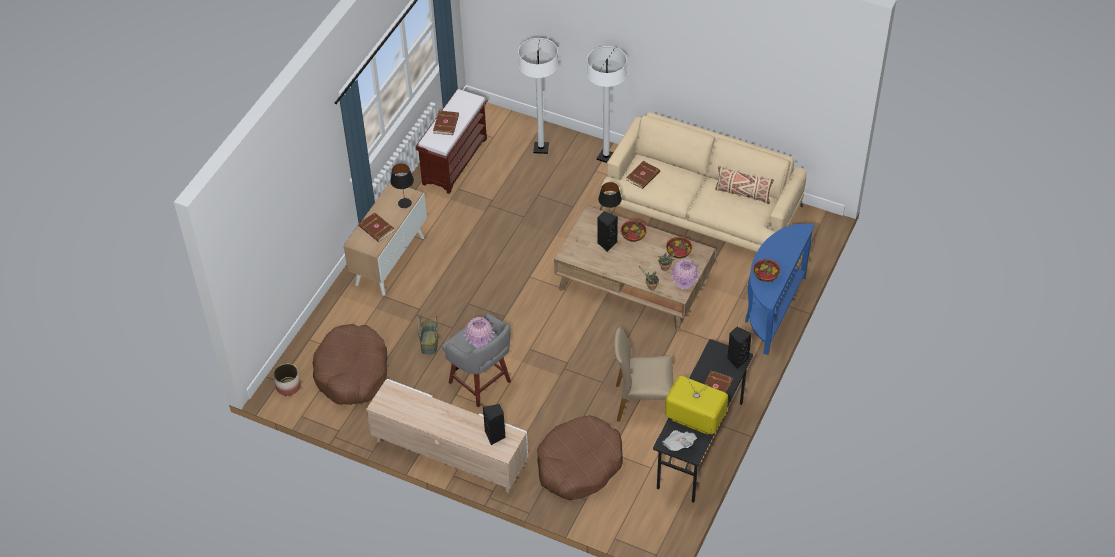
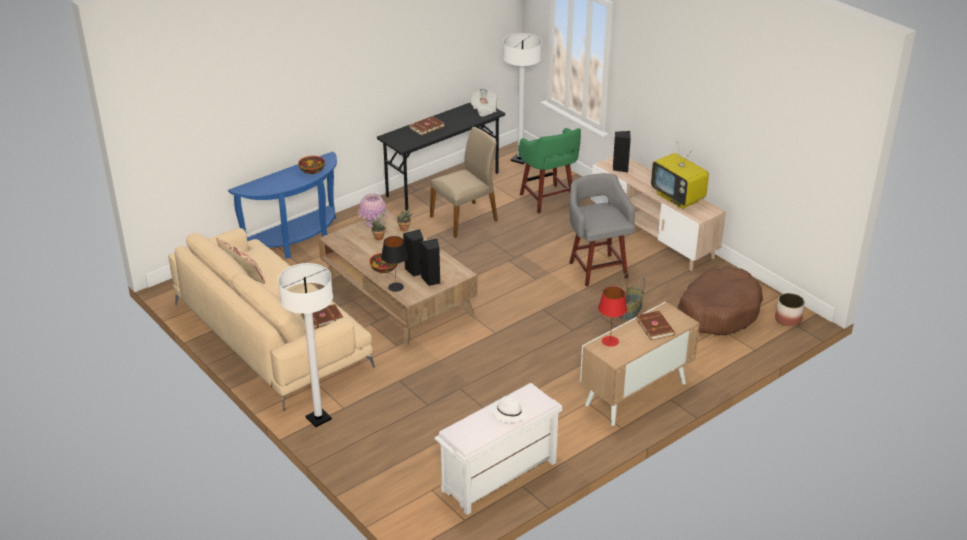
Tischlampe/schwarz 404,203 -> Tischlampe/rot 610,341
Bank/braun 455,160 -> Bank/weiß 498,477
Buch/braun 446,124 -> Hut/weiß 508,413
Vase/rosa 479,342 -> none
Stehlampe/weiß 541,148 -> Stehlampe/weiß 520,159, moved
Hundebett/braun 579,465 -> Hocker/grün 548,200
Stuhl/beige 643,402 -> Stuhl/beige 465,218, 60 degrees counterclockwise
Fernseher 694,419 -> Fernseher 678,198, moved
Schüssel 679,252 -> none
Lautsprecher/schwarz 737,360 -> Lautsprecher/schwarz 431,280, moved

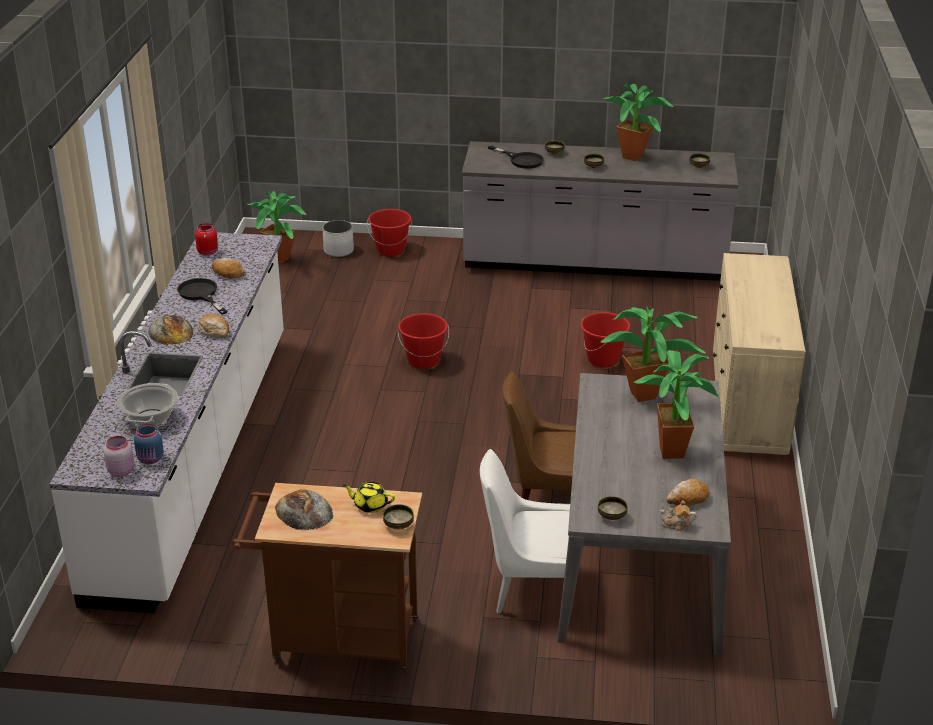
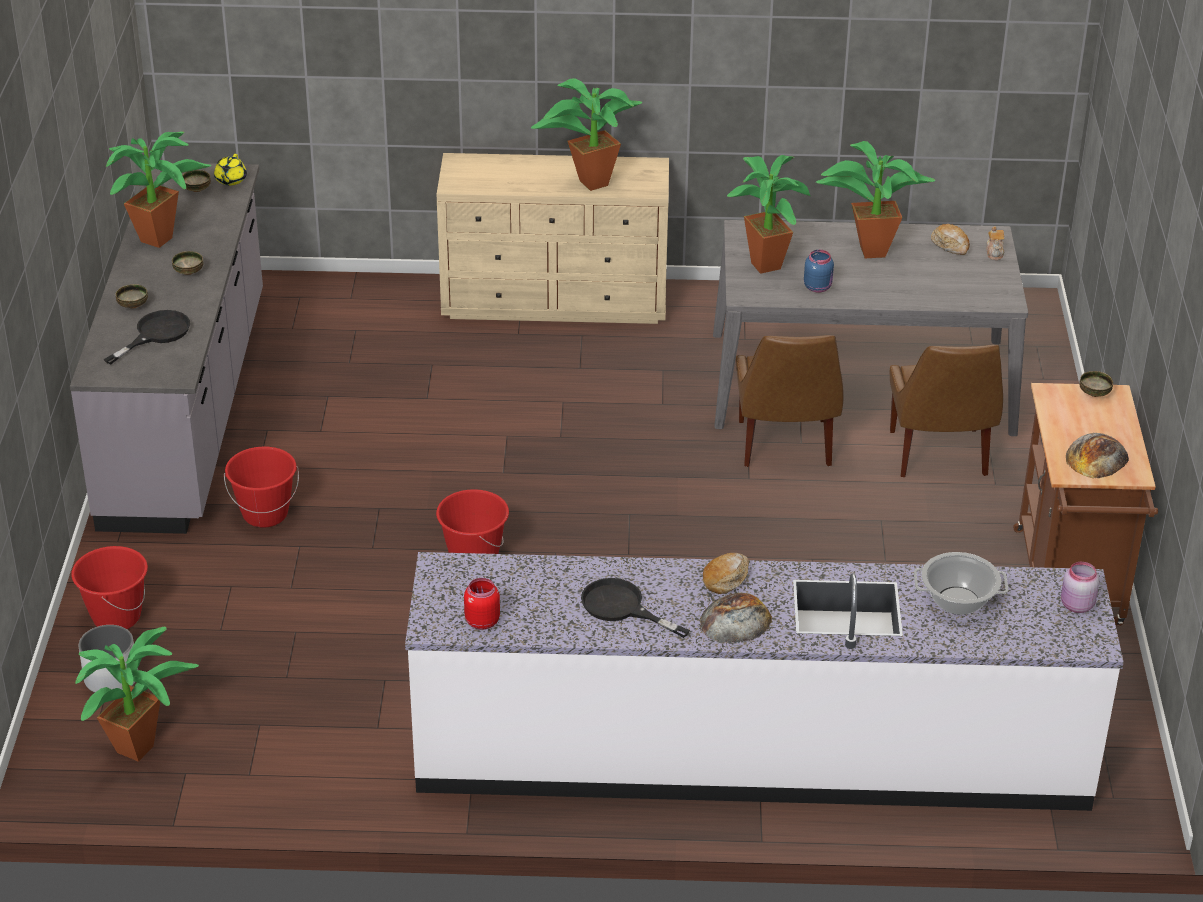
Vorratsglas/blau 151,459 -> Vorratsglas/blau 818,287, moved
Pfanne/schwarz 201,294 -> Pfanne/schwarz 621,607, 75 degrees clockwise
Brot 228,273 -> none
Teekanne/gelb 370,505 -> Teekanne/gelb 230,180, moved
Stuhl/weiß 528,587 -> Stuhl/braun 939,456
Eimer/rot 603,359 -> Eimer/rot 265,514, moved
Schüssel 611,517 -> none
none -> Topfpflanze 587,183

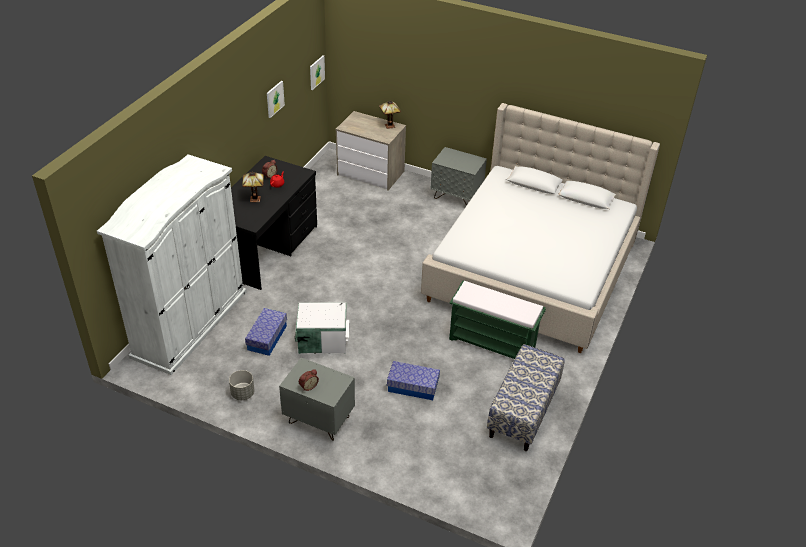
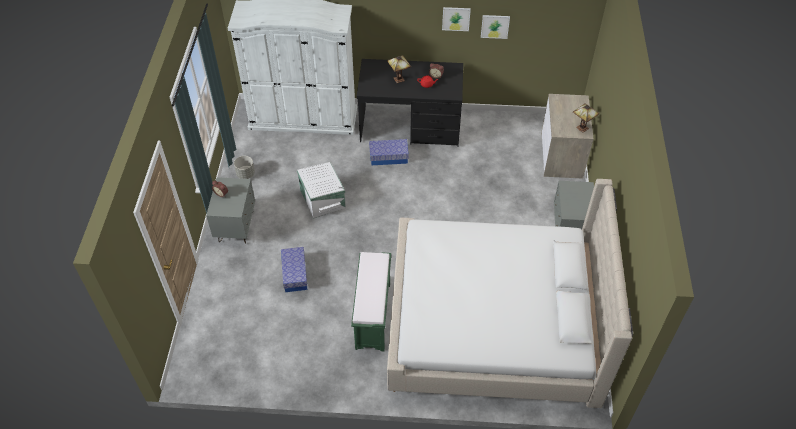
Aufbewahrungsbox 267,338 -> Aufbewahrungsbox 389,157, moved
Bild 316,72 -> Bild 456,18, moved
Bank 523,412 -> none

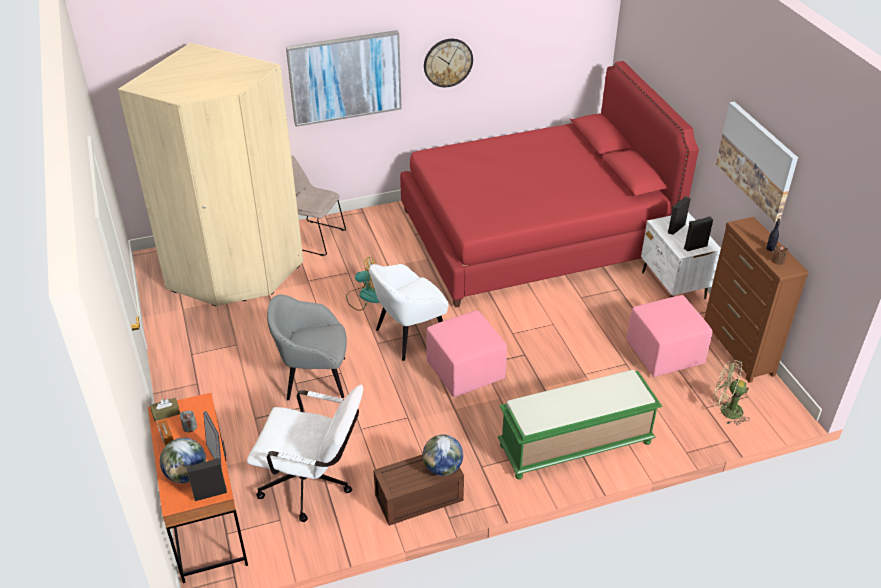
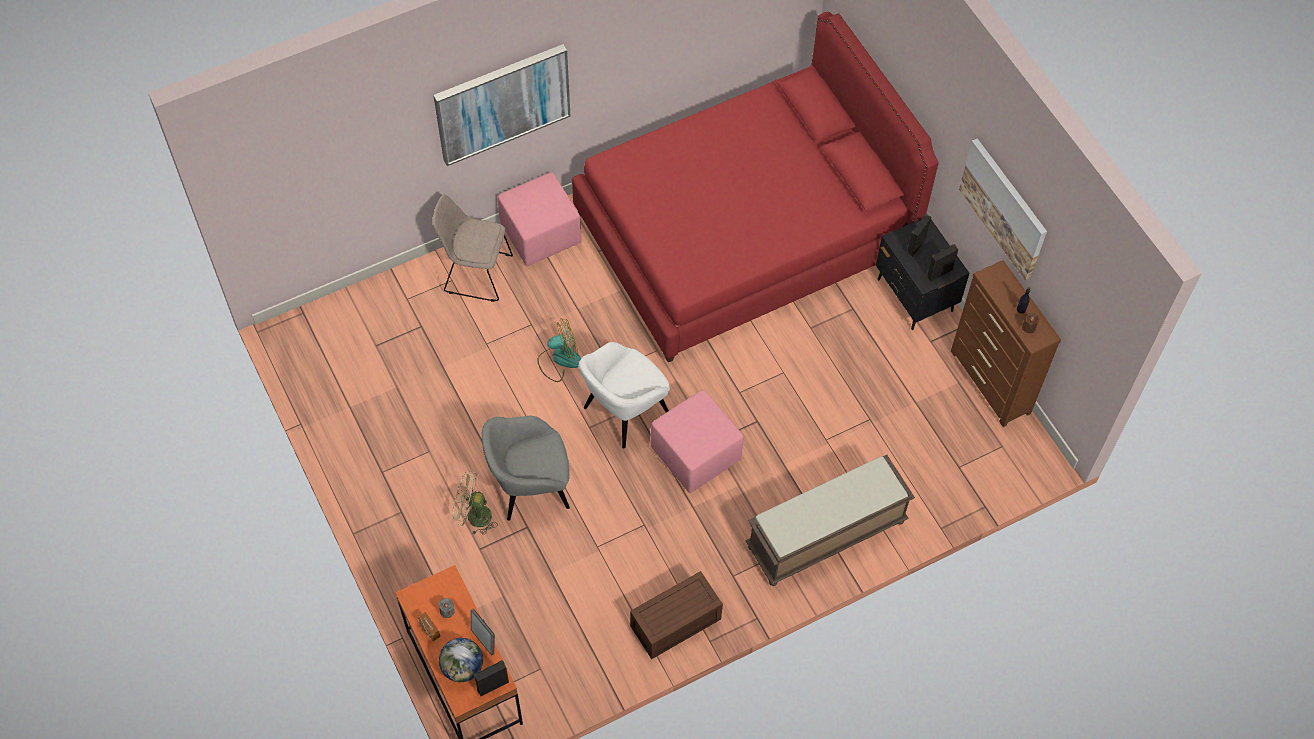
Kleiderschrank/beige 235,273 -> none
Taschentuchbox/braun 166,413 -> none
Bürostuhl/weiß 313,485 -> none
Globus 442,468 -> none
Wanduhr 448,62 -> none
Bank/grün 575,445 -> Bank/braun 825,535
Polsterhocker/rosa 663,354 -> Polsterhocker/rosa 540,235, moved
Nachttisch/weiß 673,286 -> Nachttisch/schwarz 914,296
Ventilator/grün 726,410 -> Ventilator/grün 473,516, moved

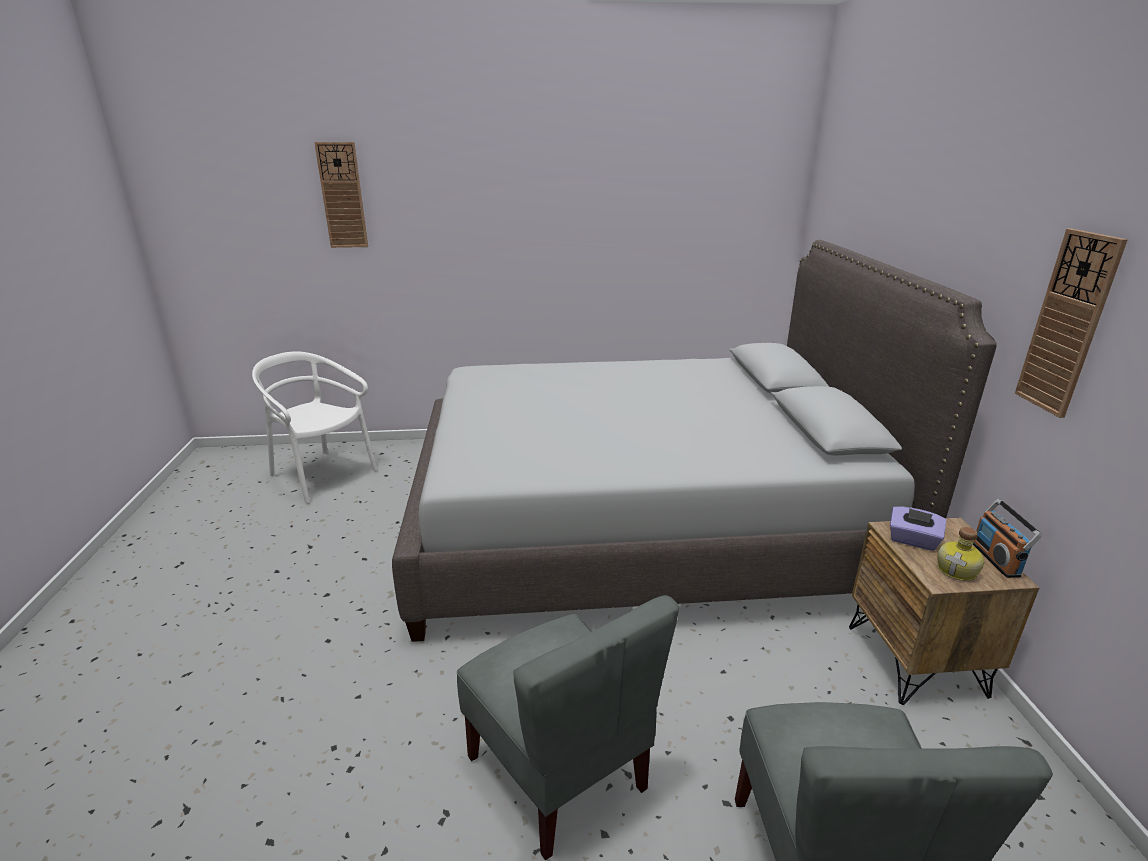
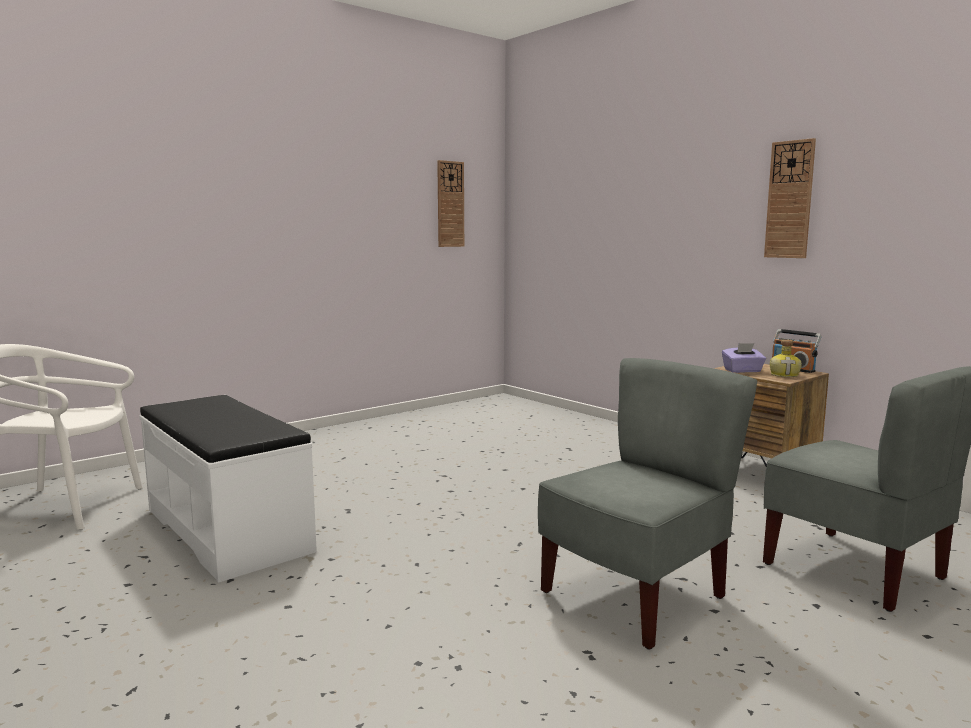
Wanduhr 342,196 -> Wanduhr 450,204, moved
Bett/grau 639,526 -> none
Stuhl/grau 559,772 -> Stuhl/grau 636,596, 60 degrees counterclockwise
none -> Bank/weiß 228,529

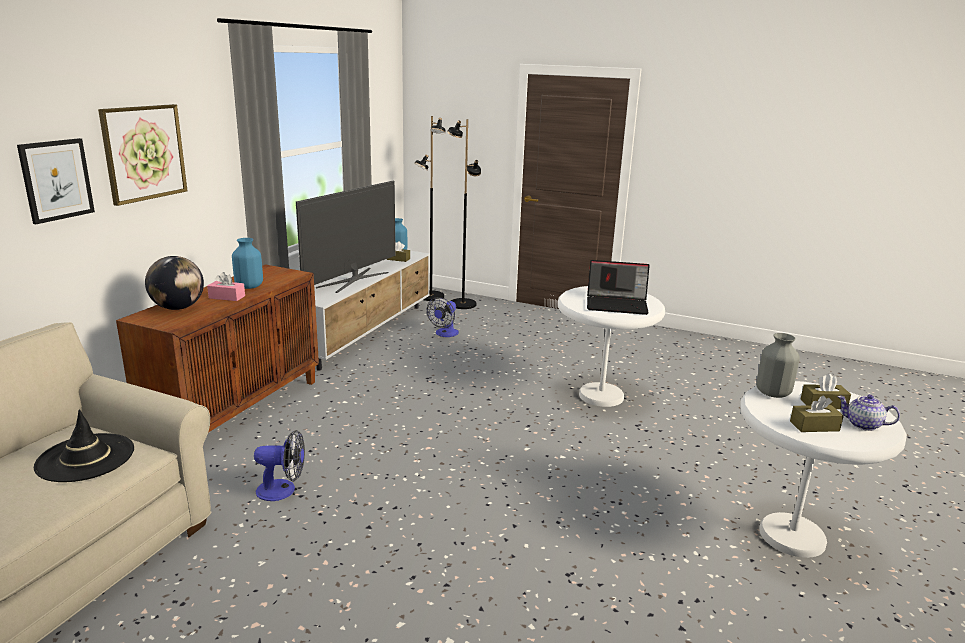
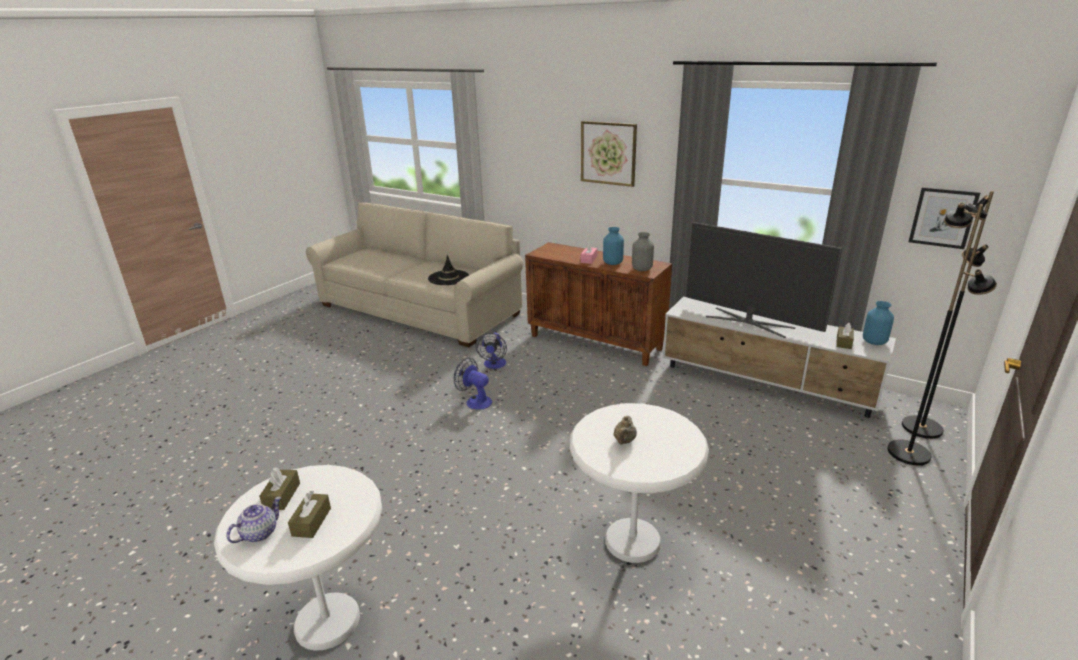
Bild 56,180 -> Bild 943,217, moved
Globus 178,308 -> none
Ventilator 445,334 -> Ventilator 475,401, moved
Laptop 617,304 -> Teekanne/beige 624,441
Vase/grau 772,393 -> Vase/grau 642,269, moved

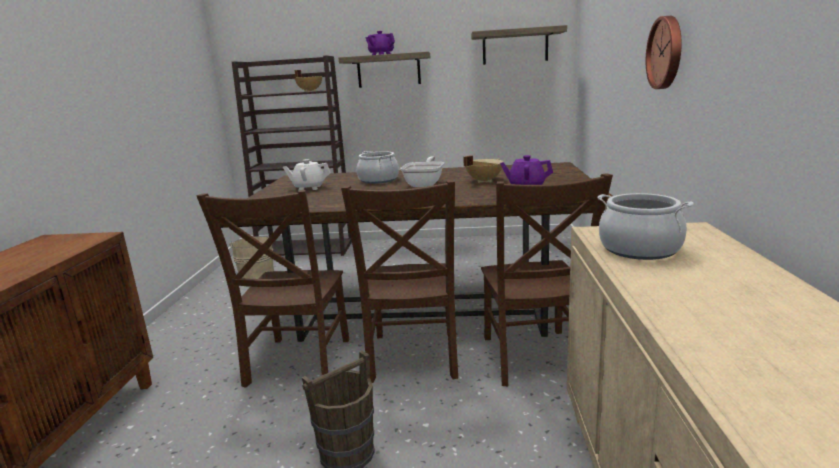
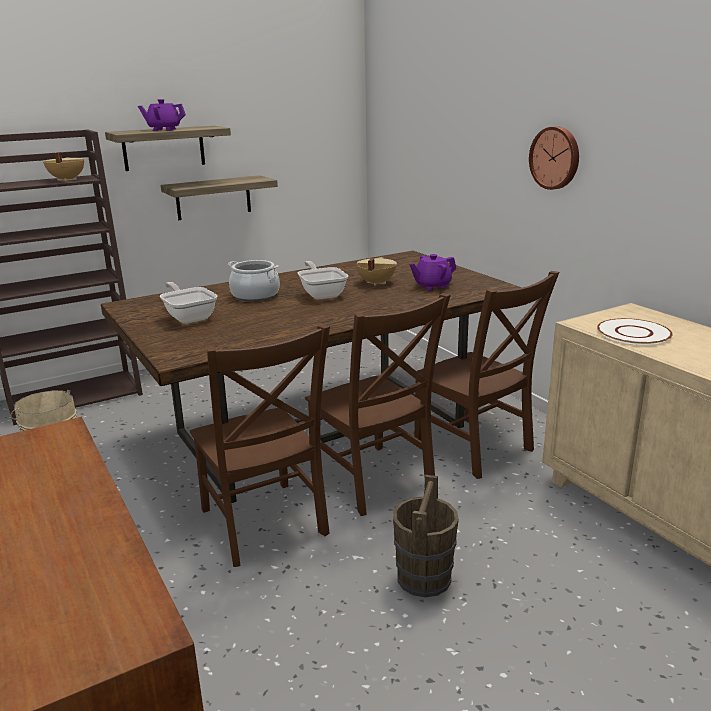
Teekanne/weiß 309,188 -> Pfanne 189,317
Wandregal 515,47 -> Wandregal 213,197, moved
Kochtopf 639,249 -> Teller/weiß 633,333

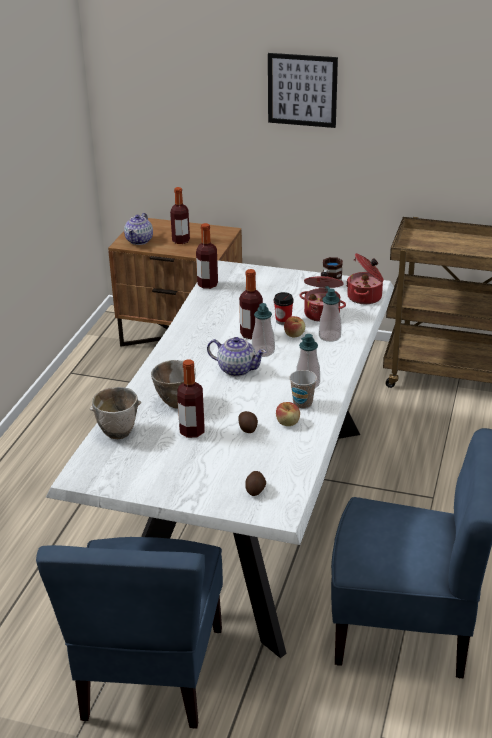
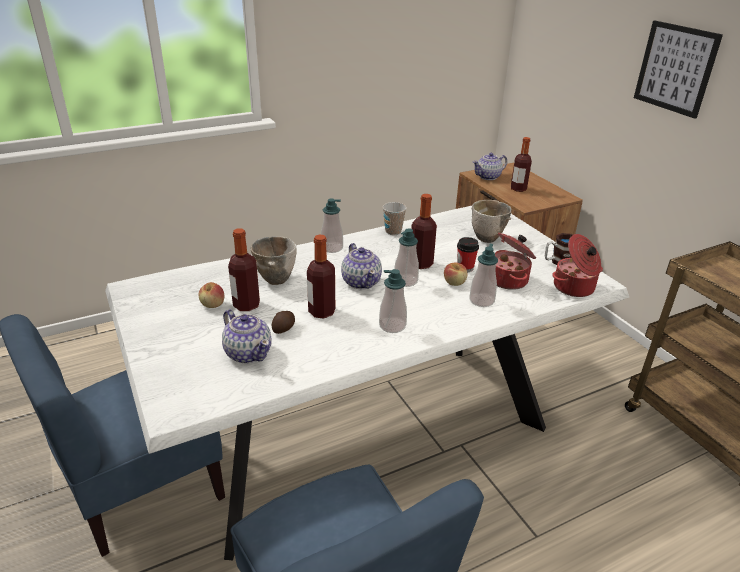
Schüssel 120,433 -> Schüssel 488,239, moved
Flasche 207,284 -> Flasche 321,312, moved
Kartoffel 256,489 -> none
Apfel 288,422 -> Apfel 213,304, moved
Tasse 302,403 -> Tasse 393,231, moved
none -> Teekanne 248,353
none -> Seifenspender 331,248

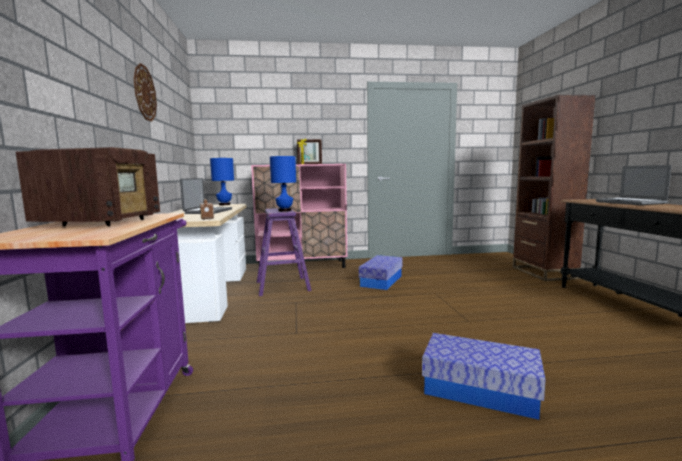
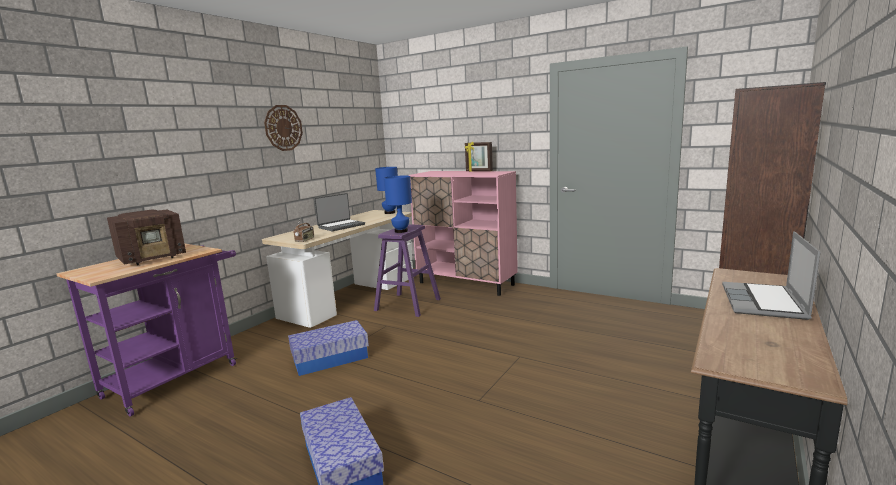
Aufbewahrungsbox 381,281 -> Aufbewahrungsbox 330,358, moved

